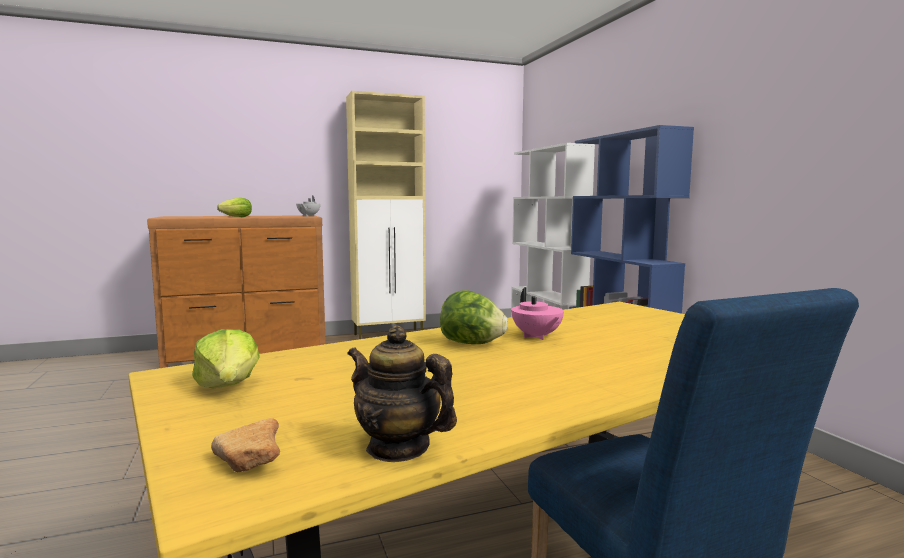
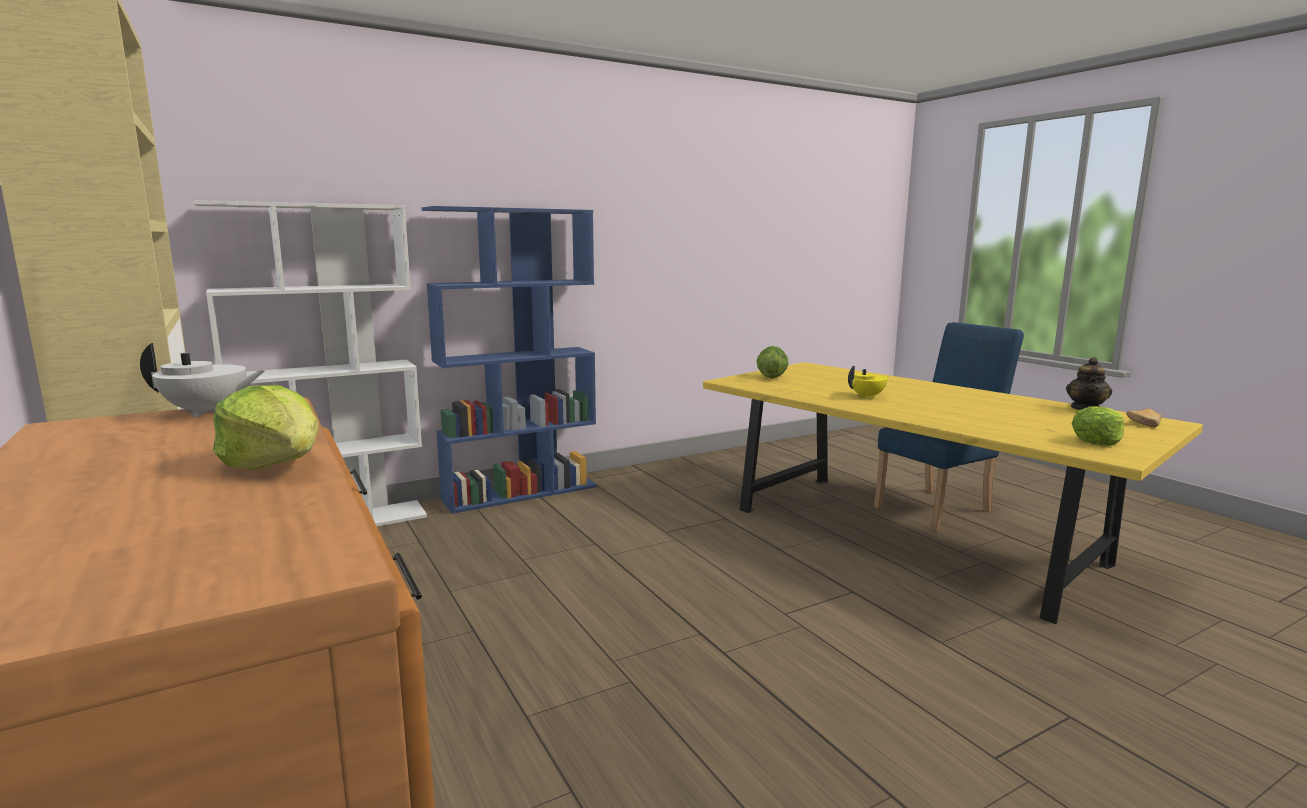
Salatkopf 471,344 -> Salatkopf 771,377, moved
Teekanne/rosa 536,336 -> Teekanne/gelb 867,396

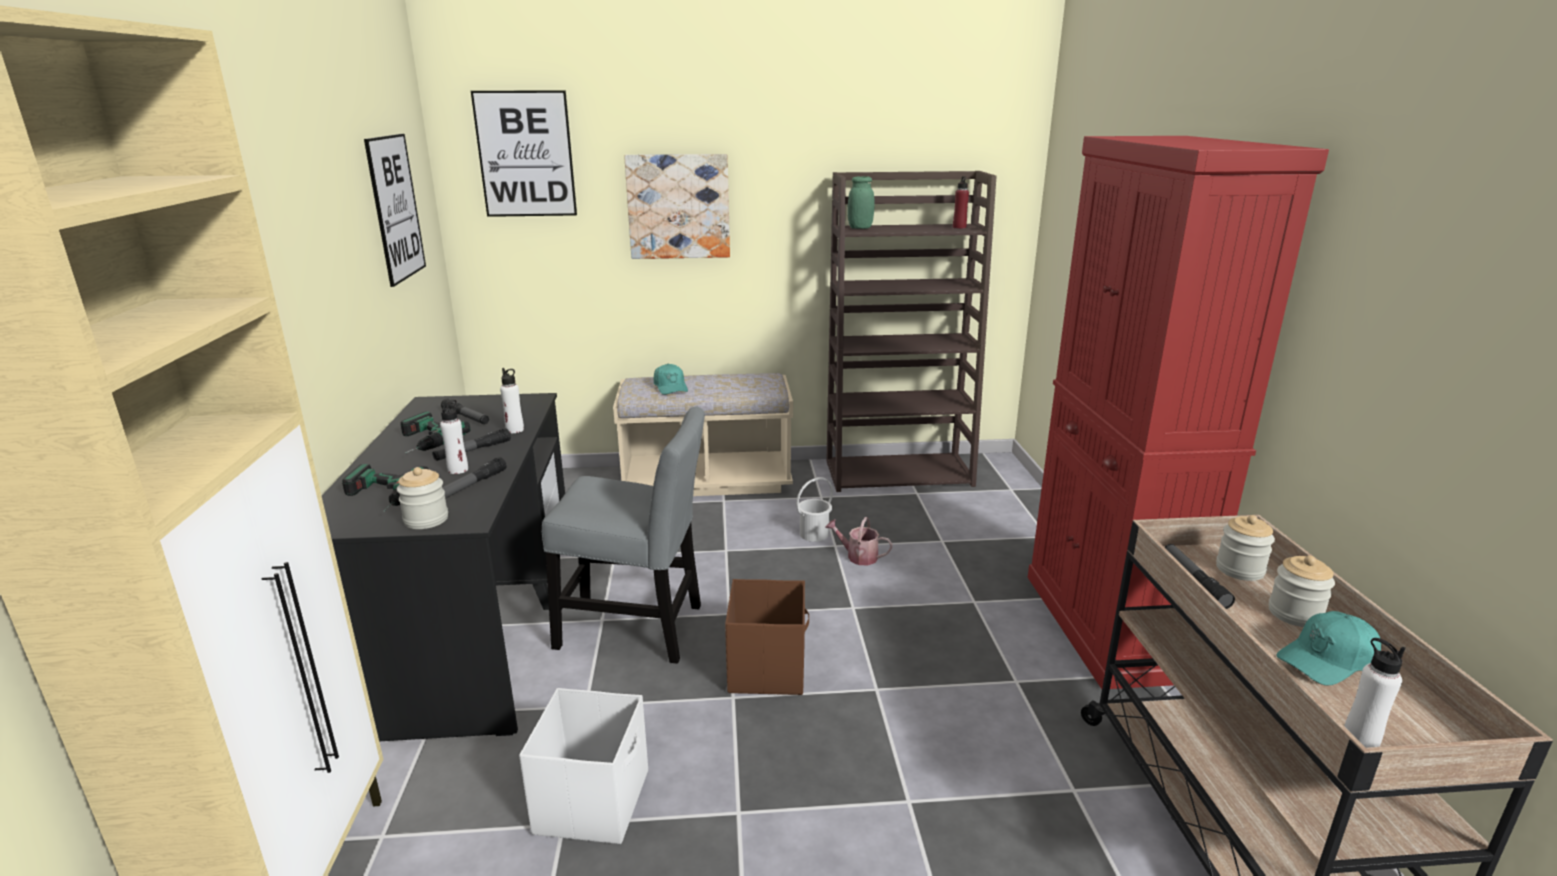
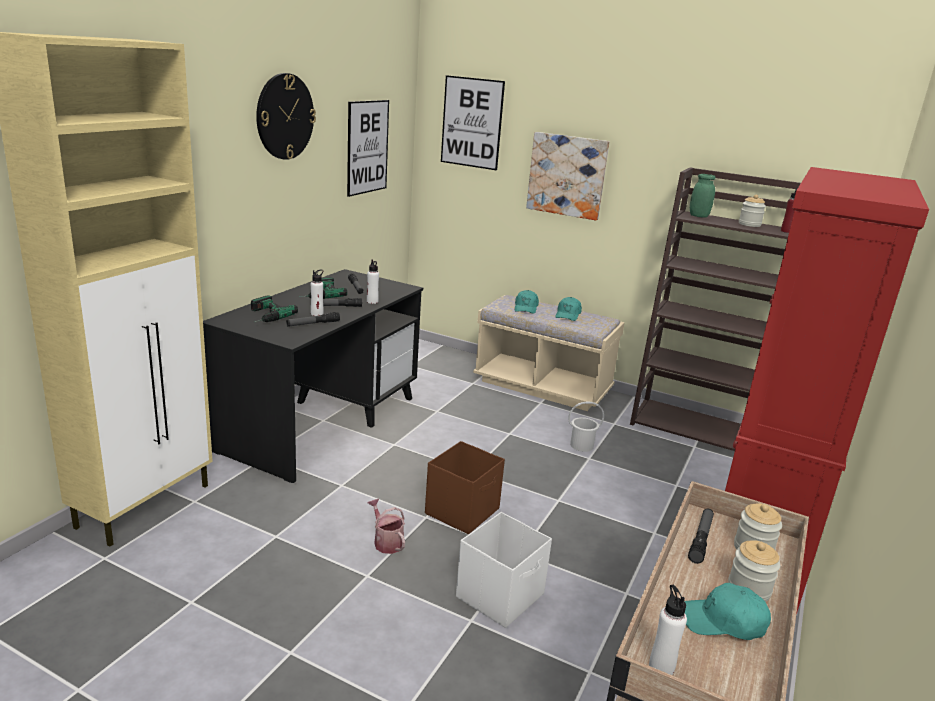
Vorratsglas 426,520 -> Vorratsglas 749,224, moved
Aufbewahrungsbox/weiß 594,801 -> Aufbewahrungsbox/weiß 501,595, moved
Stuhl/grau 637,628 -> none
Gießkanne 858,556 -> Gießkanne 386,541, moved
none -> Wanduhr 285,116
none -> Kappe/türkis 568,315

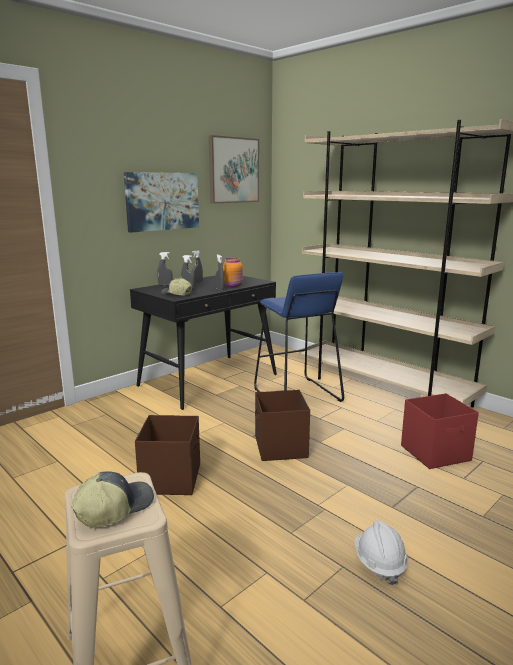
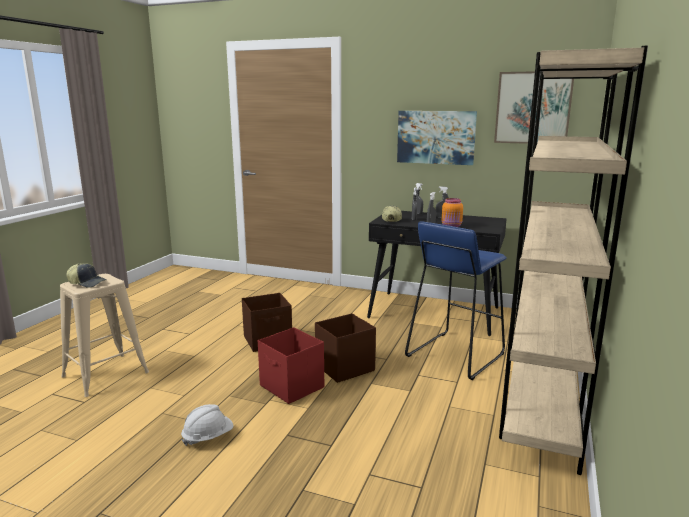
Aufbewahrungsbox/rot 436,453 -> Aufbewahrungsbox/rot 292,387, moved

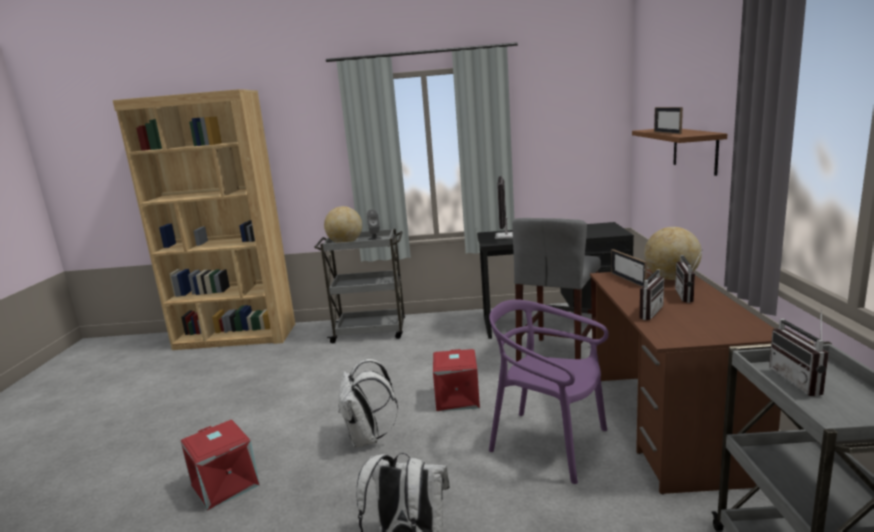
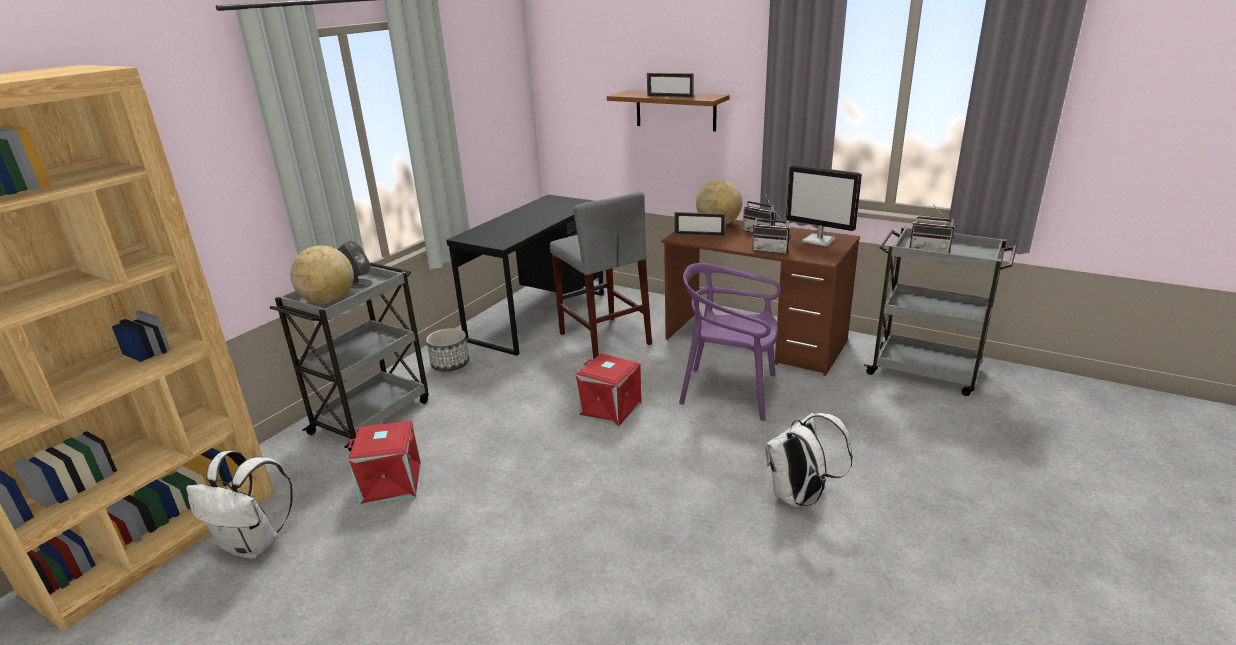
Aufbewahrungsbox/rot 226,484 -> Aufbewahrungsbox/rot 392,482, moved
Rucksack/weiß 367,438 -> Rucksack/weiß 254,544, moved
Stuhl/lila 549,443 -> Stuhl/lila 729,392, 45 degrees clockwise
Monitor 505,236 -> Monitor 819,240, moved
Radio 646,312 -> Radio 771,250, 135 degrees clockwise
none -> Pflanzkübel 450,364

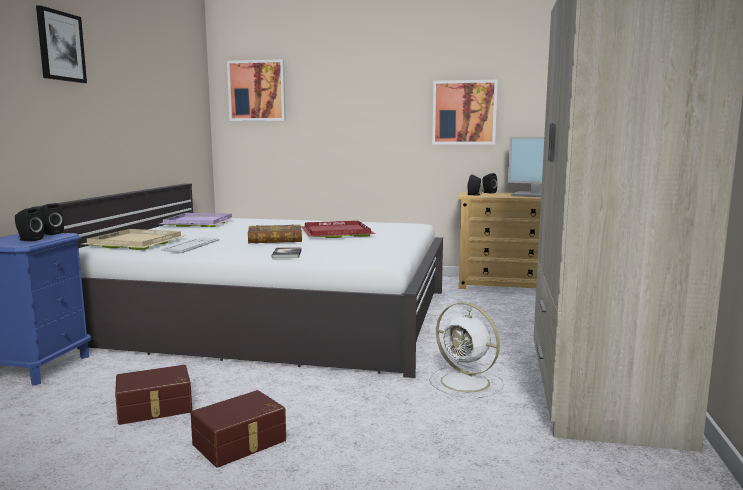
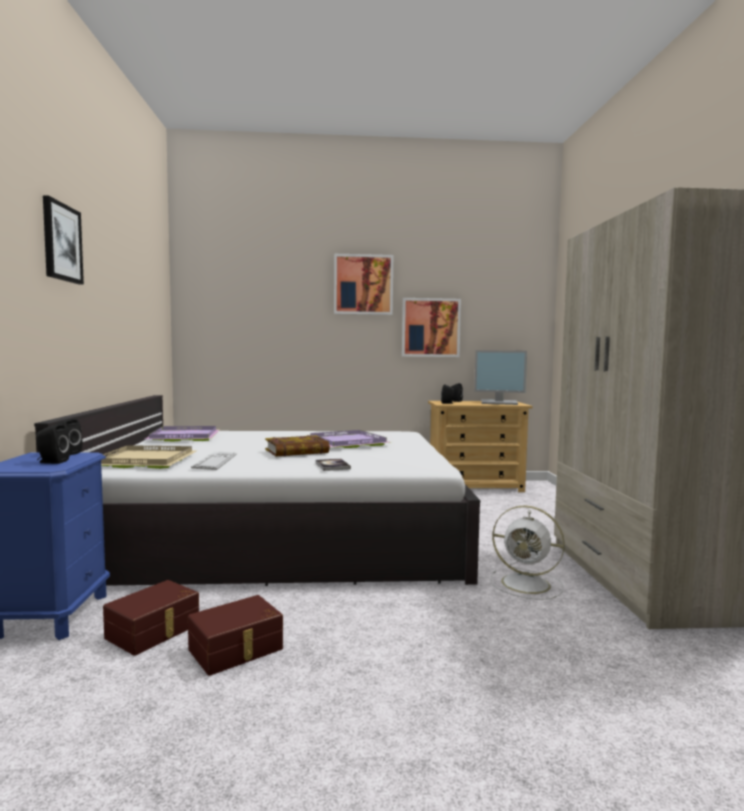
Aufbewahrungsbox/braun 241,443 -> Aufbewahrungsbox/braun 154,631, moved
Bild 257,91 -> Bild 363,284, moved
Tablett/rot 335,232 -> Tablett/lila 345,442

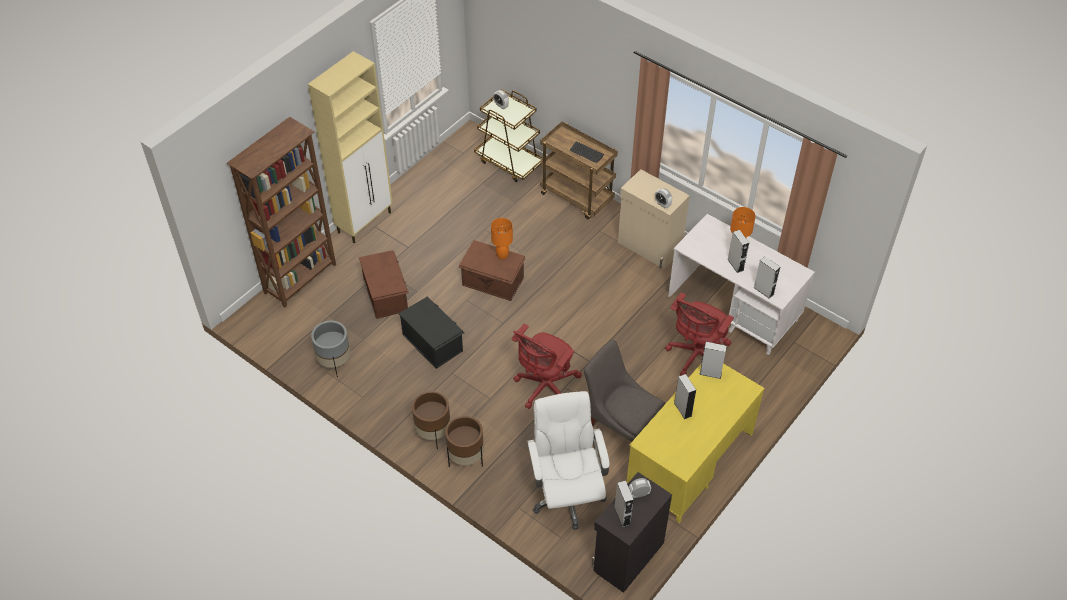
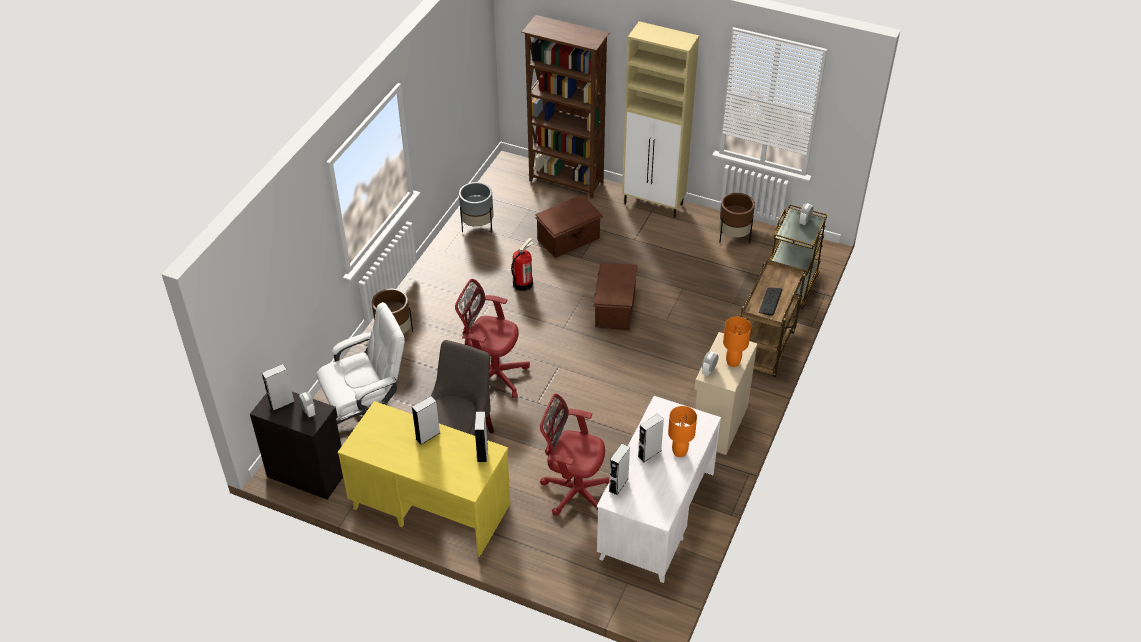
Aufbewahrungsbox/schwarz 433,342 -> Feuerlöscher 522,283
Pflanzkübel/braun 433,433 -> Pflanzkübel/braun 733,237, moved
Tischlampe/orange 502,255 -> Tischlampe/orange 733,362, moved

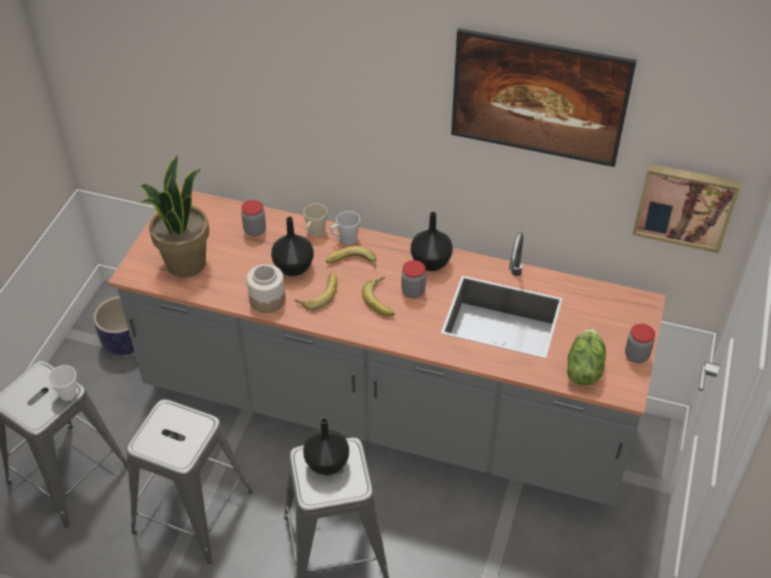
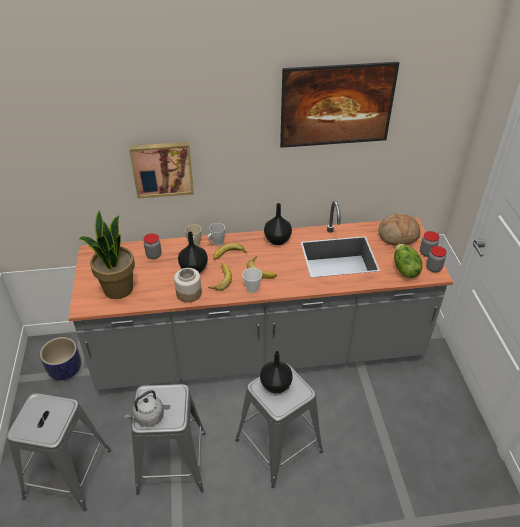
Tasse 68,394 -> Tasse 252,289, moved
Vorratsglas 413,291 -> Vorratsglas 433,268, moved
Bild 685,205 -> Bild 162,168, moved
none -> Wasserkessel/grau 147,417
none -> Brot 398,236

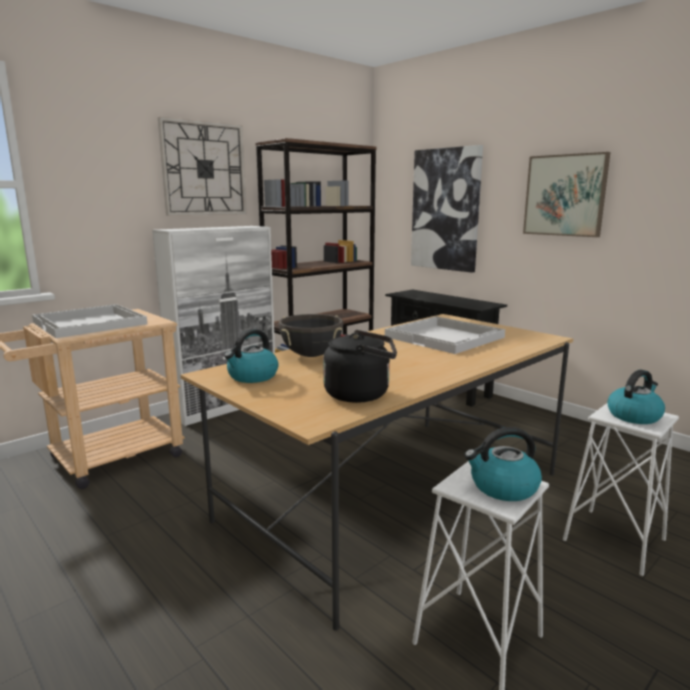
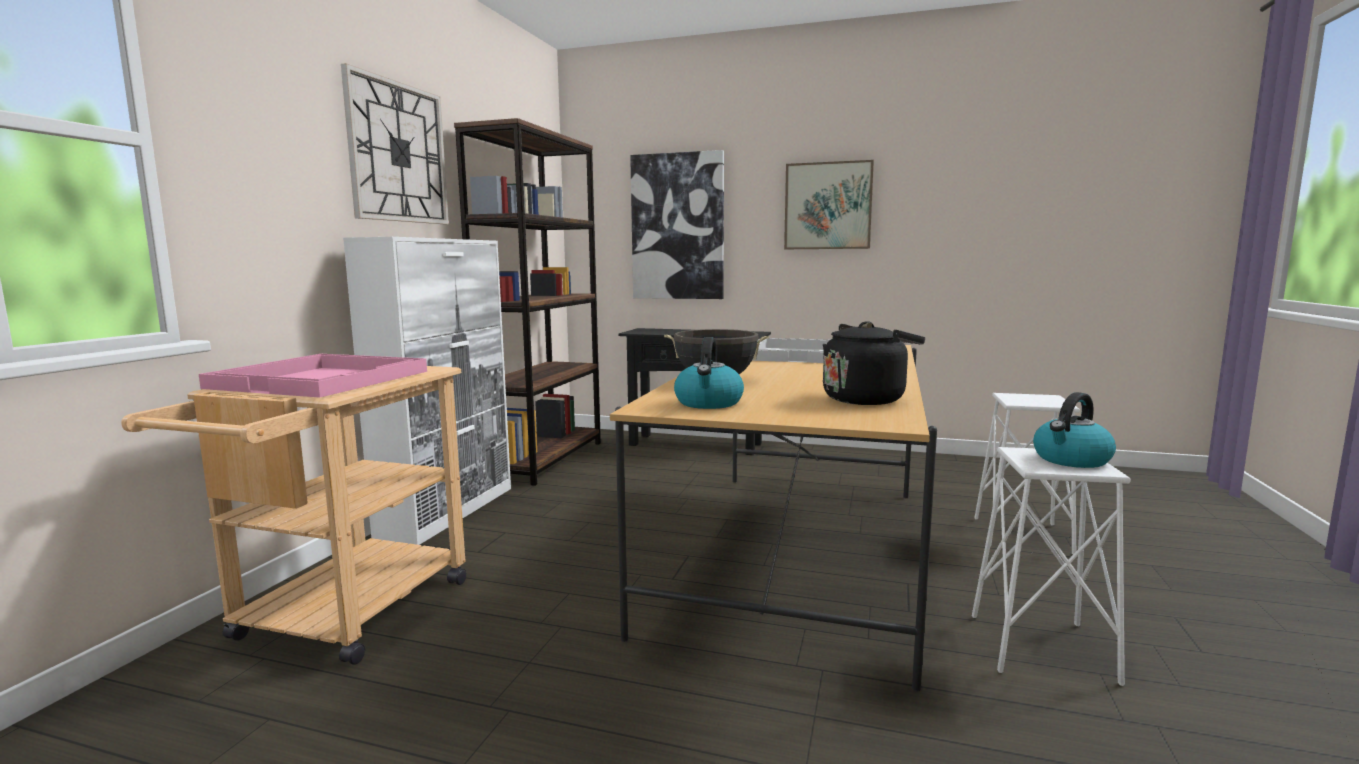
Tablett/weiß 91,323 -> Tablett/rosa 323,379
Wasserkessel 634,416 -> none

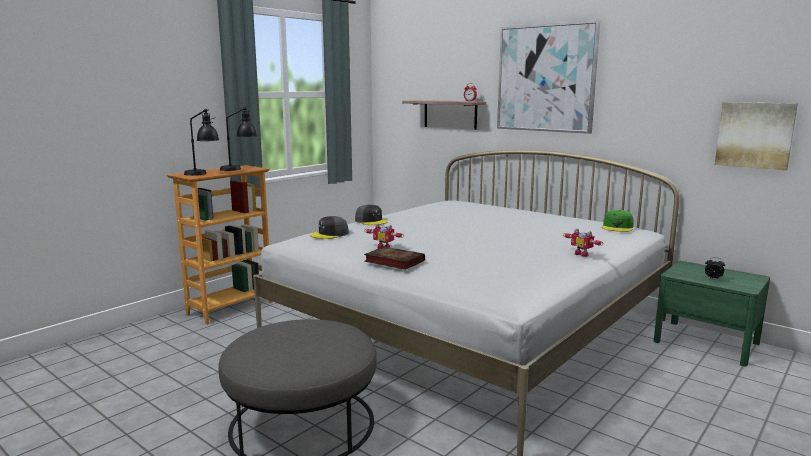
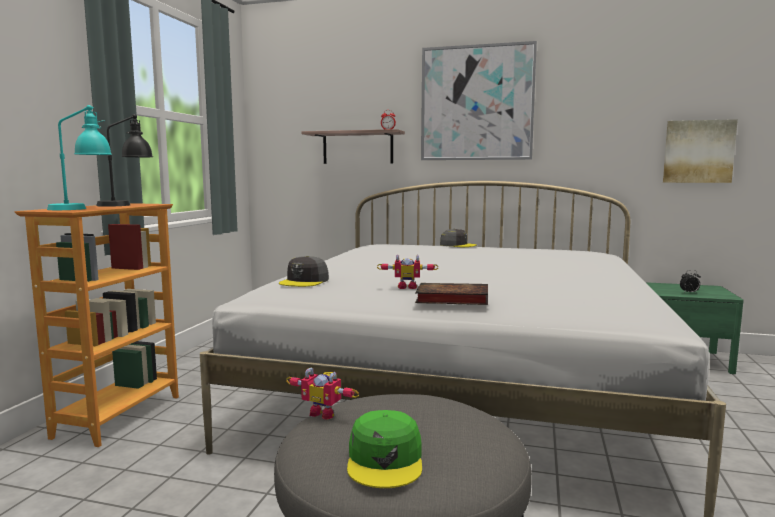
Tischlampe/schwarz 203,174 -> Tischlampe/türkis 83,209
Kappe/grau 371,221 -> Kappe/grau 457,245, moved
Spielzeugroboter 583,254 -> Spielzeugroboter 324,413, moved
Kappe/grün 617,227 -> Kappe/grün 385,460, moved

